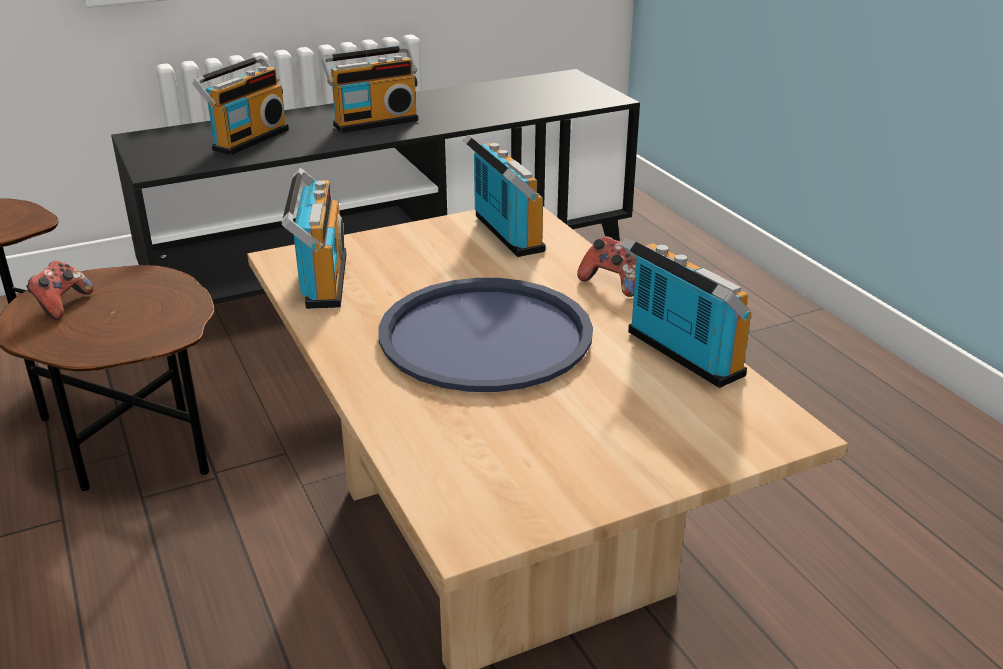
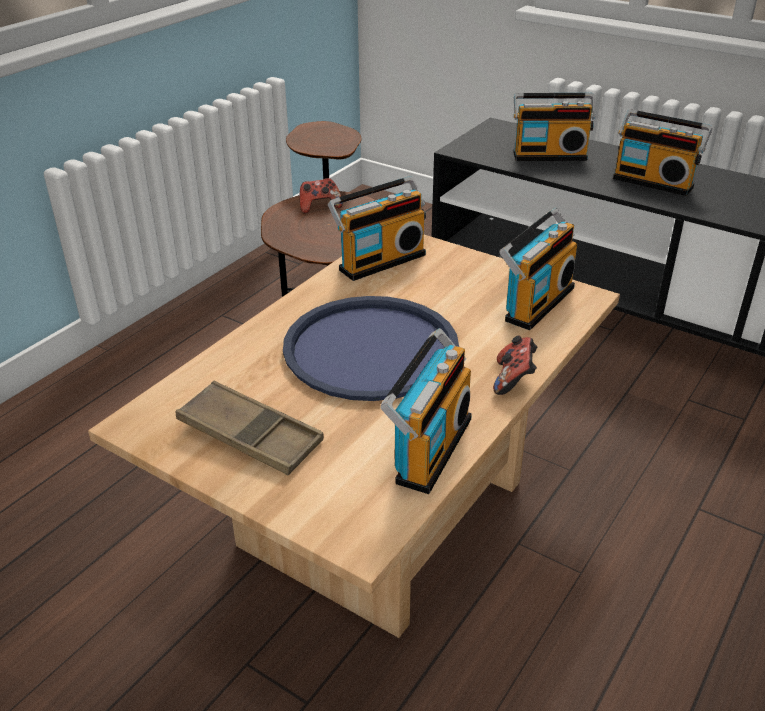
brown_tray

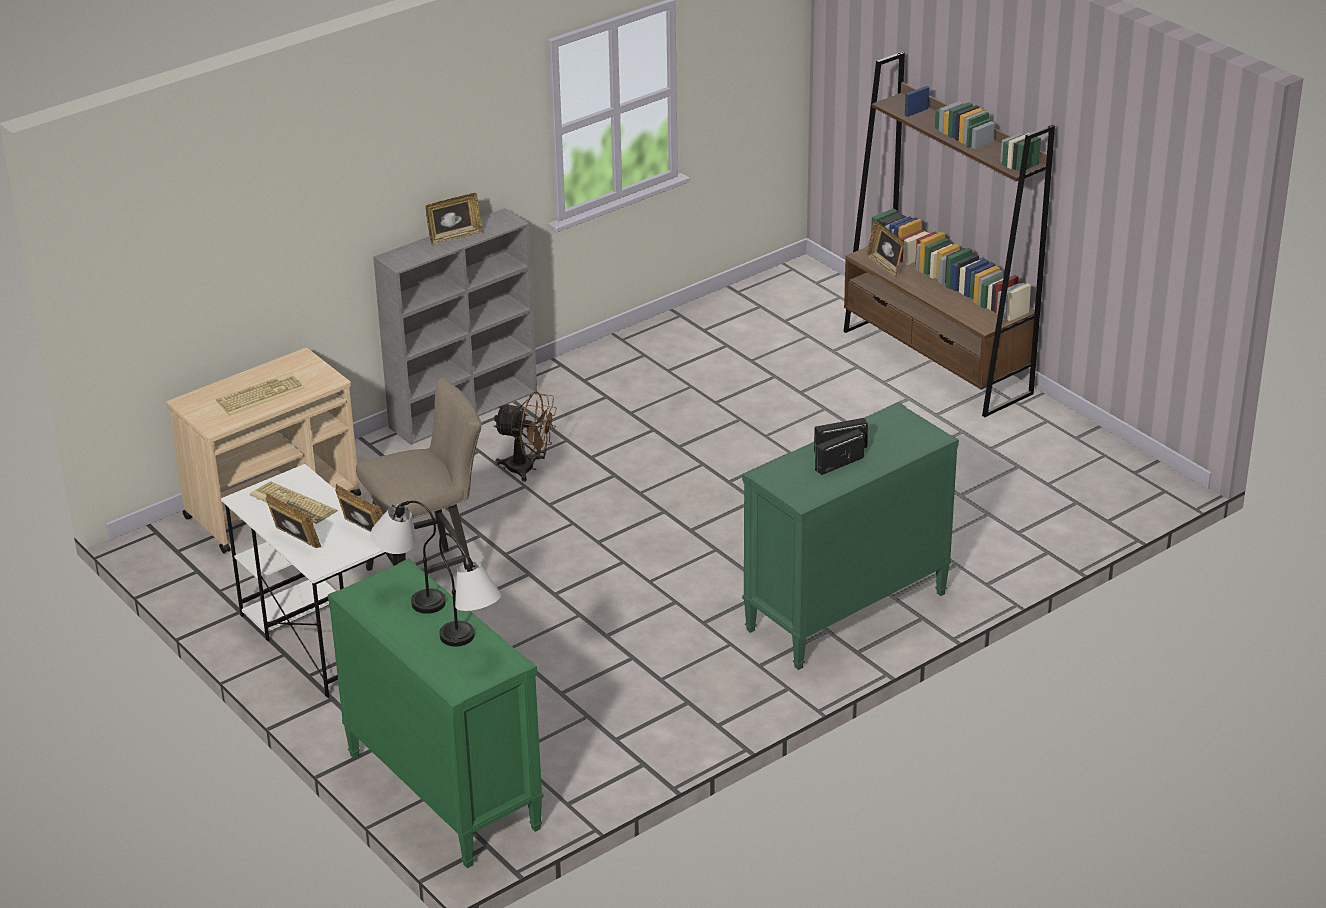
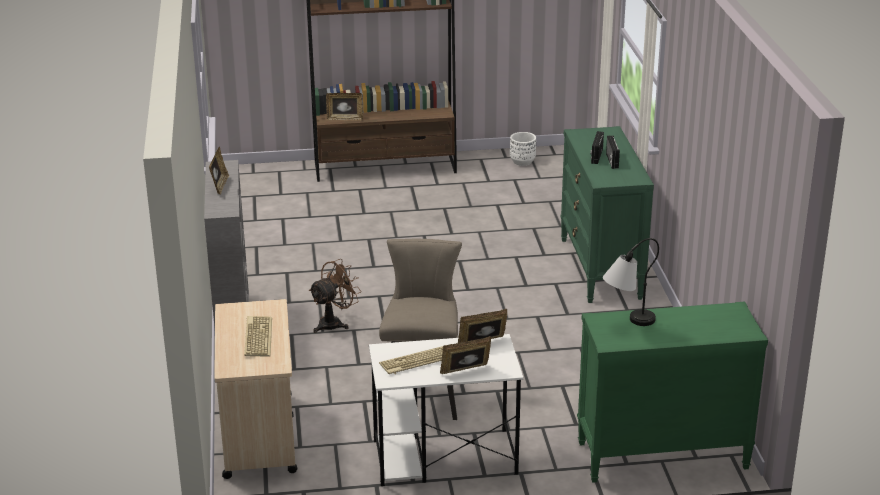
white_planter
table_lamp (no. 2 from left in the first image)

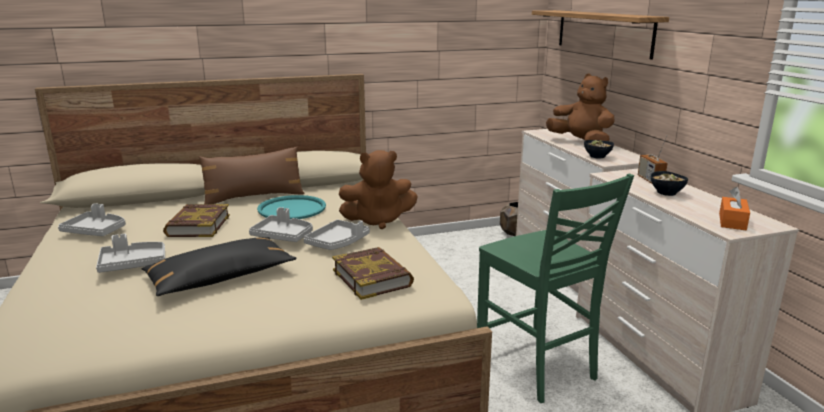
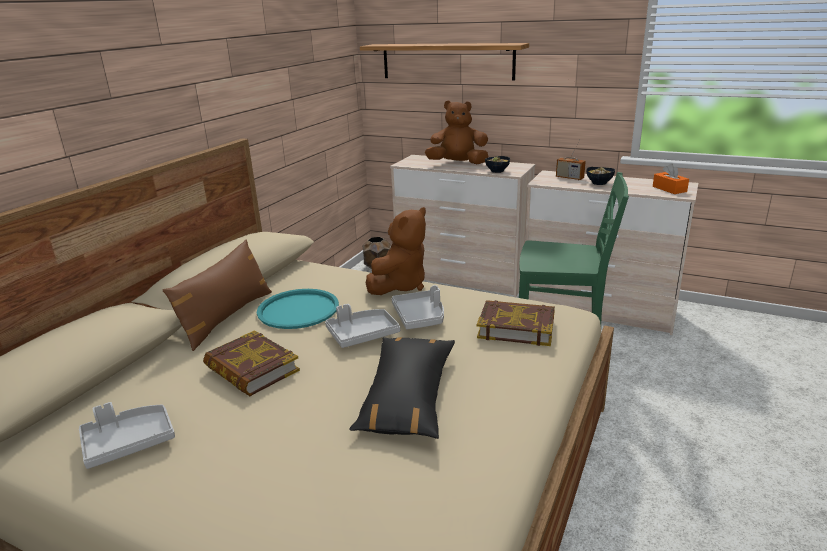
grey_tray (no. 2 from left in the first image)

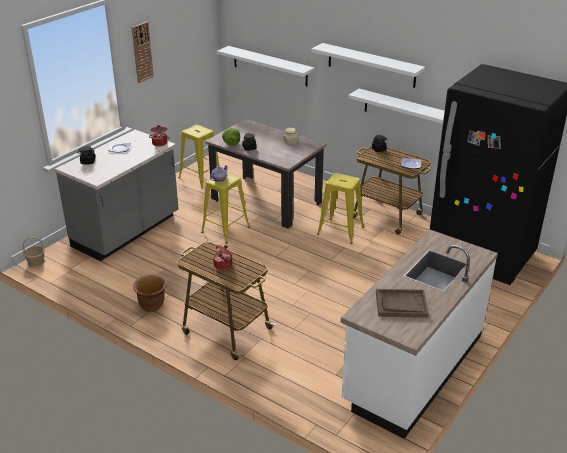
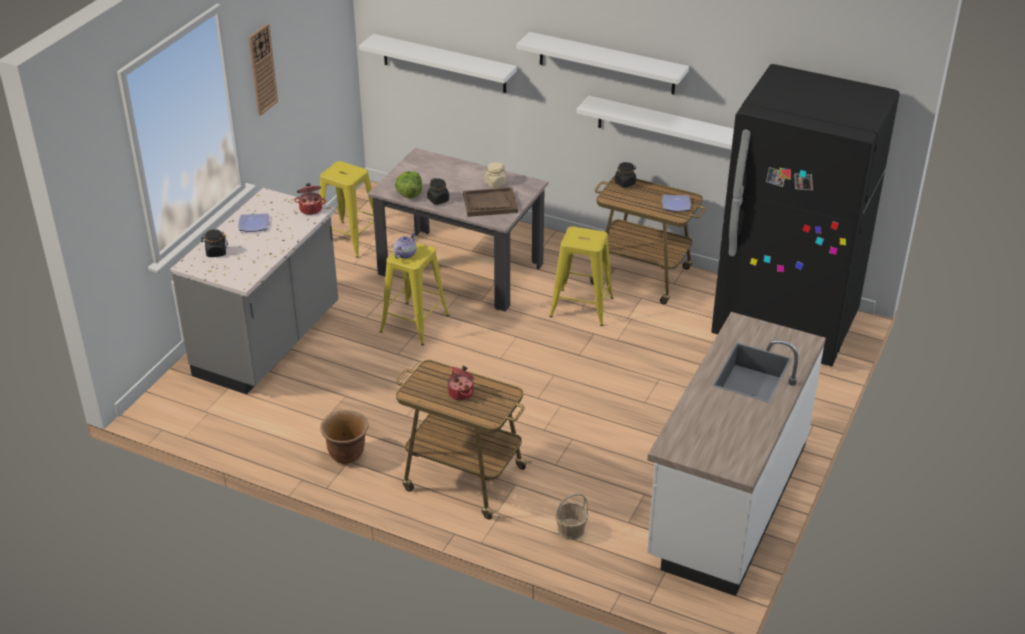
brown_tray
basket

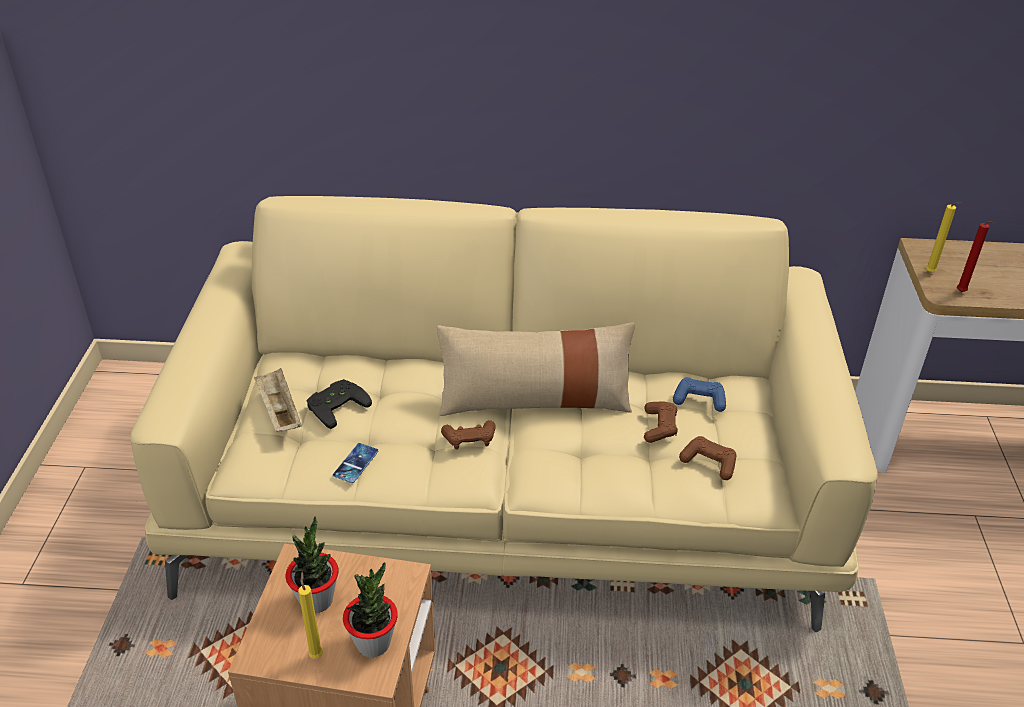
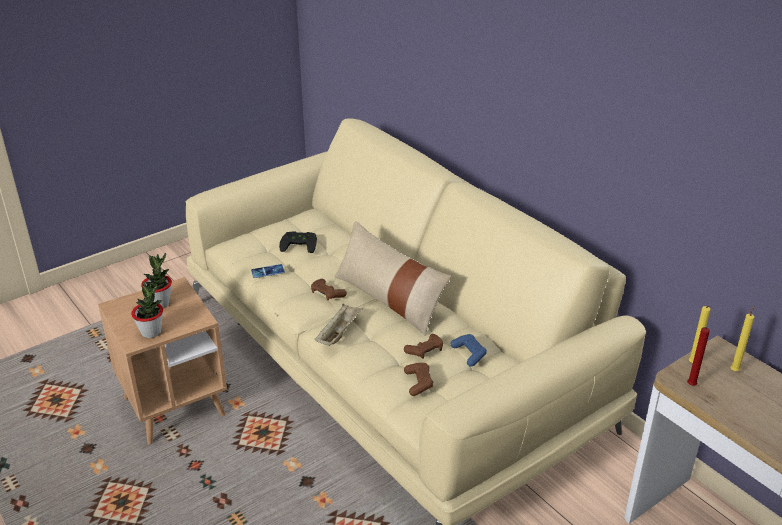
beige_tray
yellow_candle (no. 2 from left)

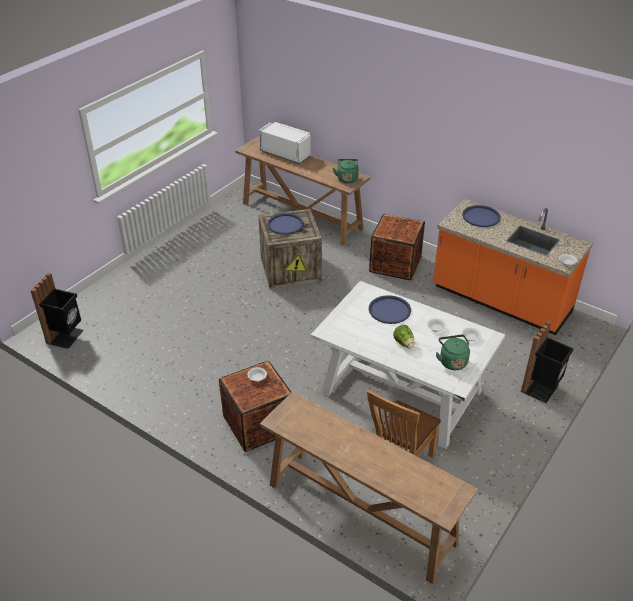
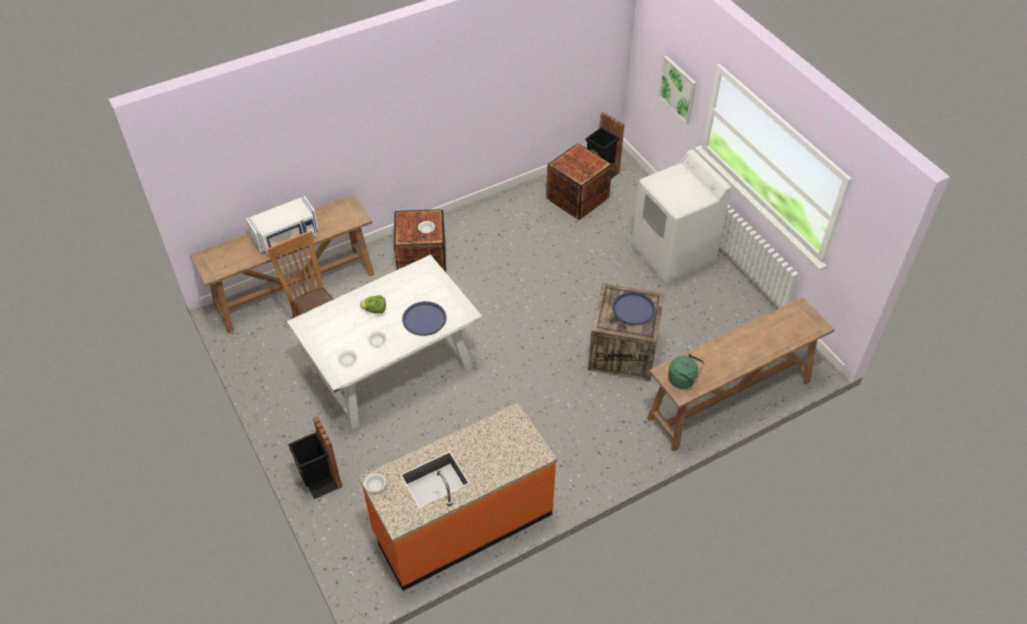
white_microwave
crate (no. 2 from left)
white_washing_machine
picture
green_kettle (no. 2 from left in the first image)
blue_tray (no. 3 from left in the first image)

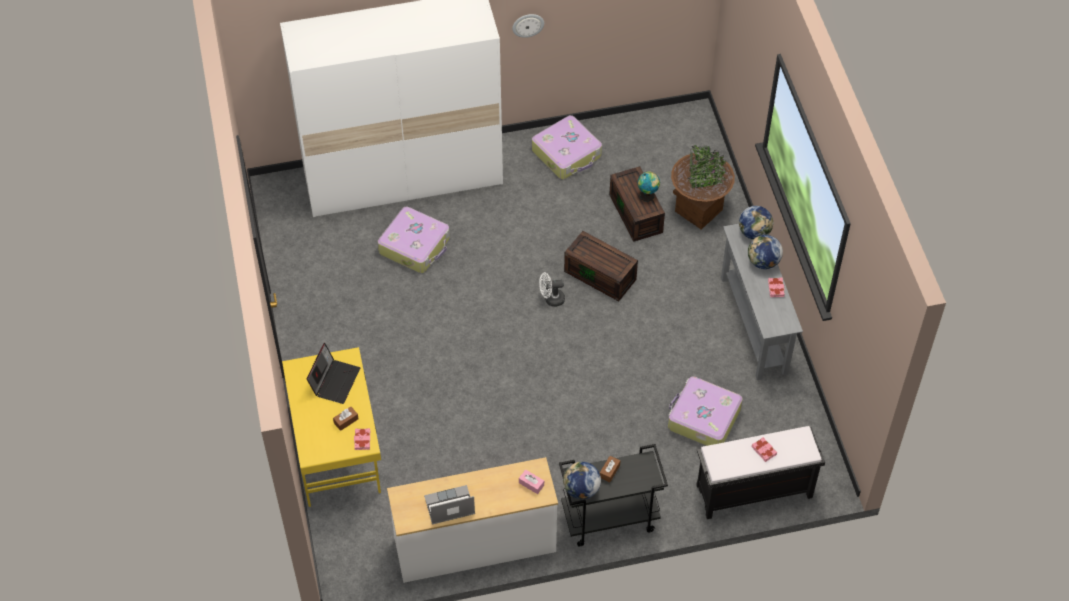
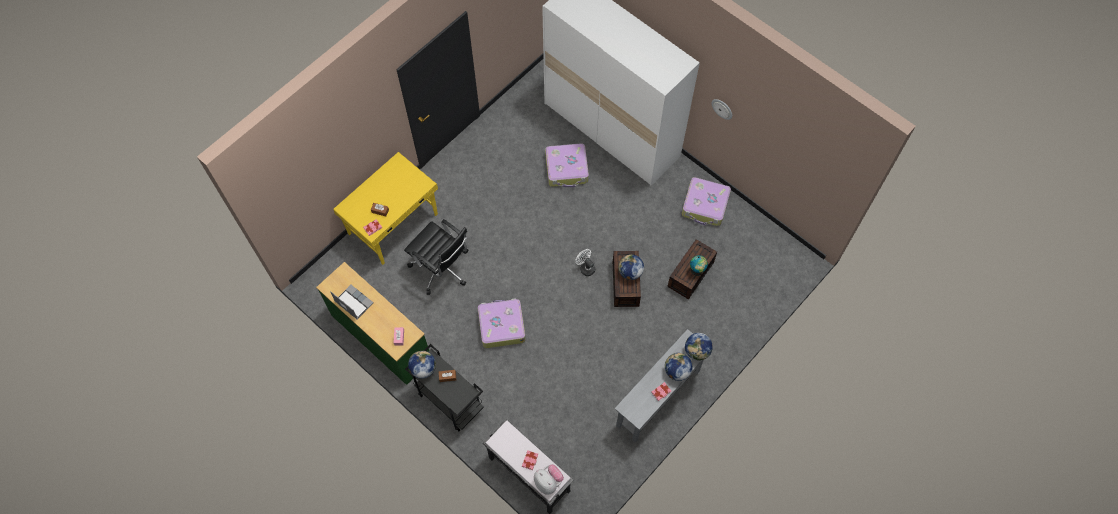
green_dresser
black_office_chair
suitcase (no. 1 from left)
plush_toy
globe (no. 2 from left)
laptop (no. 1 from left in the first image)
brown_planter

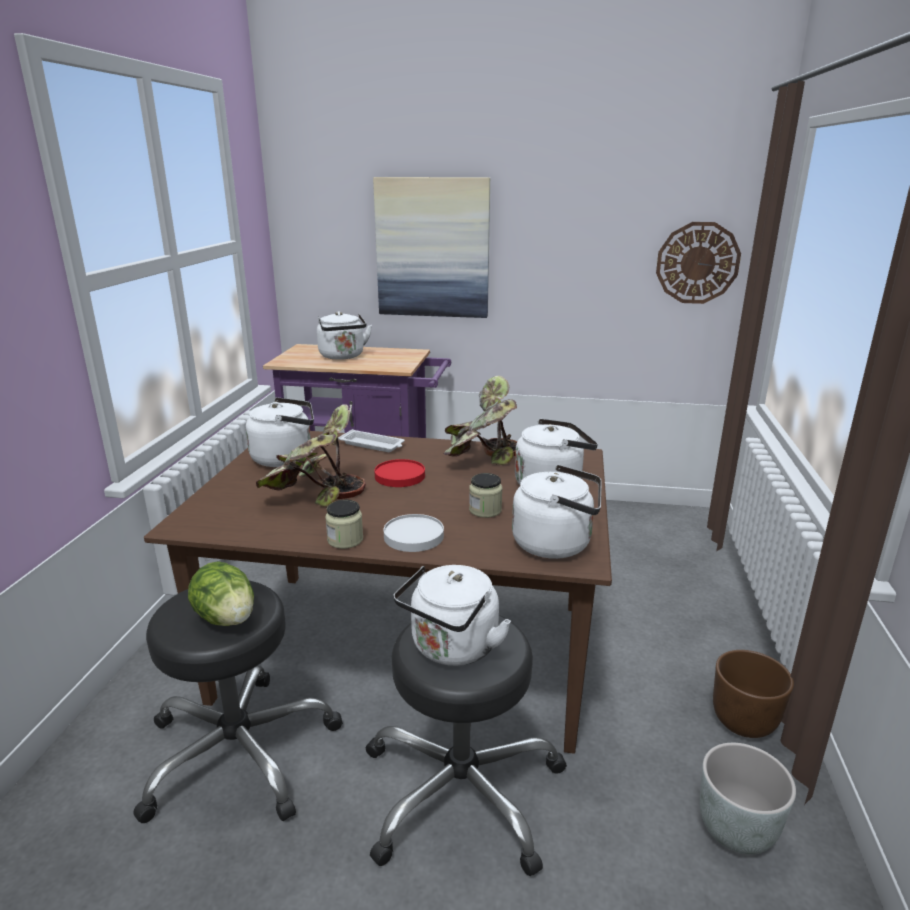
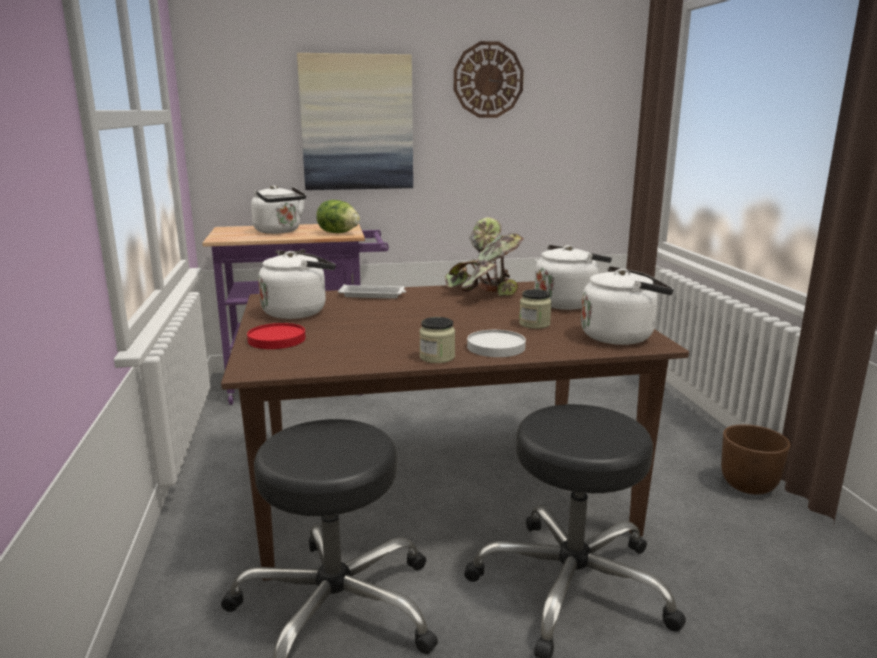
red_plate
lettuce
wall_clock
potted_plant (no. 1 from left in the first image)
white_kettle (no. 3 from left in the first image)
grey_planter

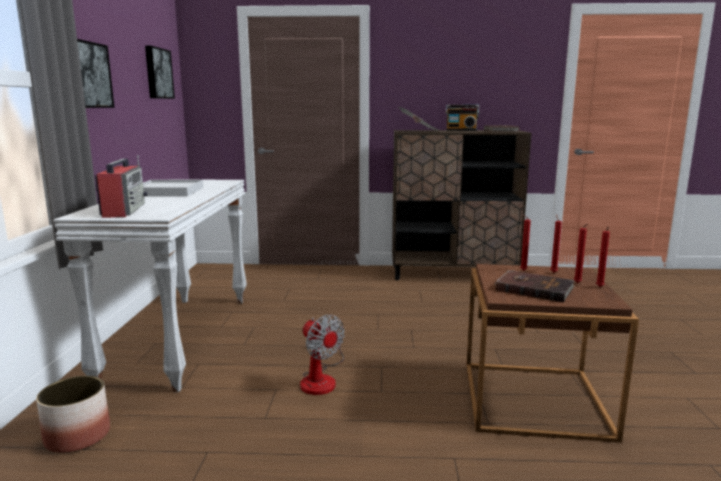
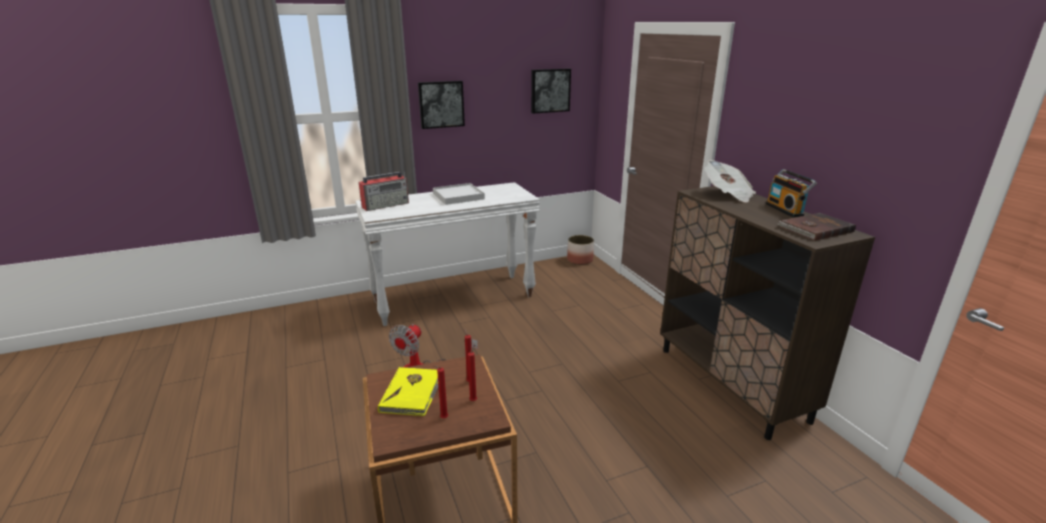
yellow_book
planter
red_candle (no. 4 from left in the first image)

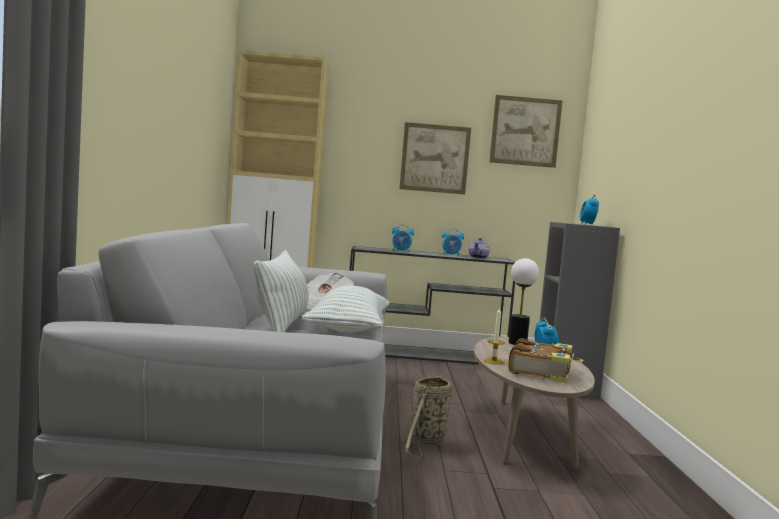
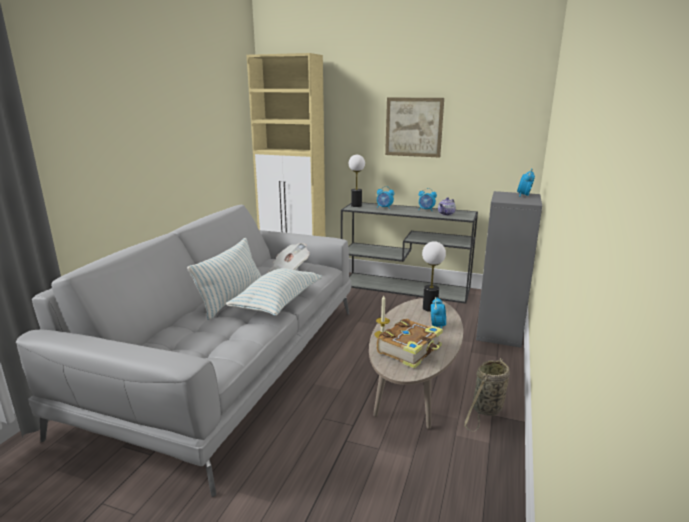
table_lamp (no. 1 from left)
basket
picture (no. 2 from left in the first image)

